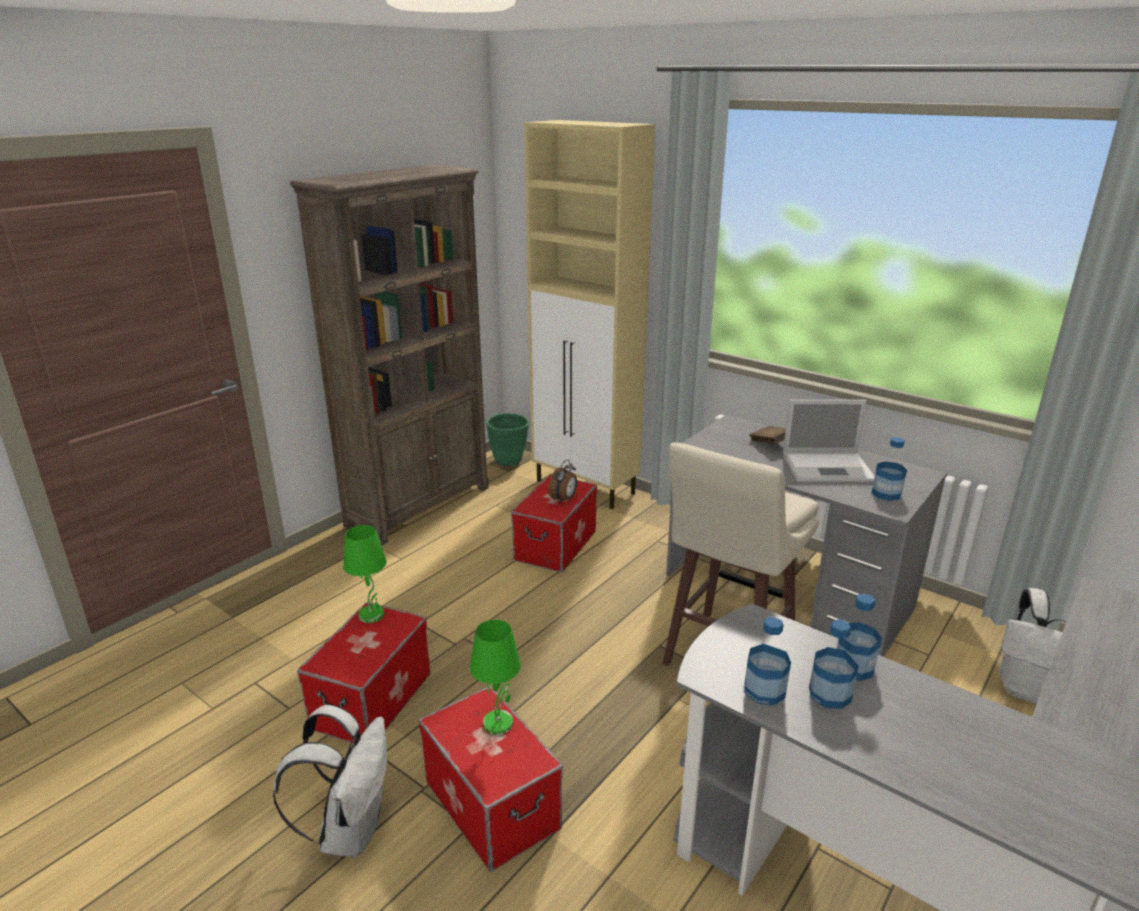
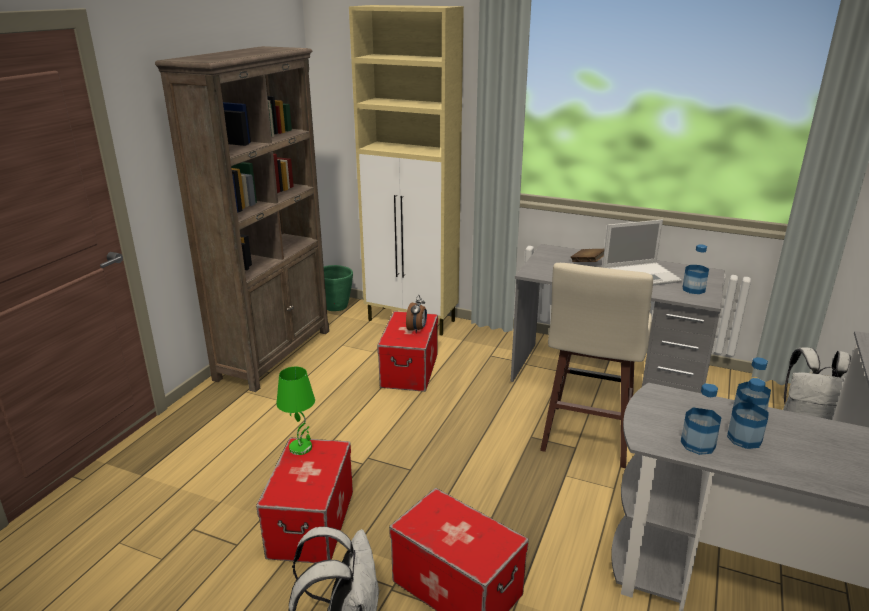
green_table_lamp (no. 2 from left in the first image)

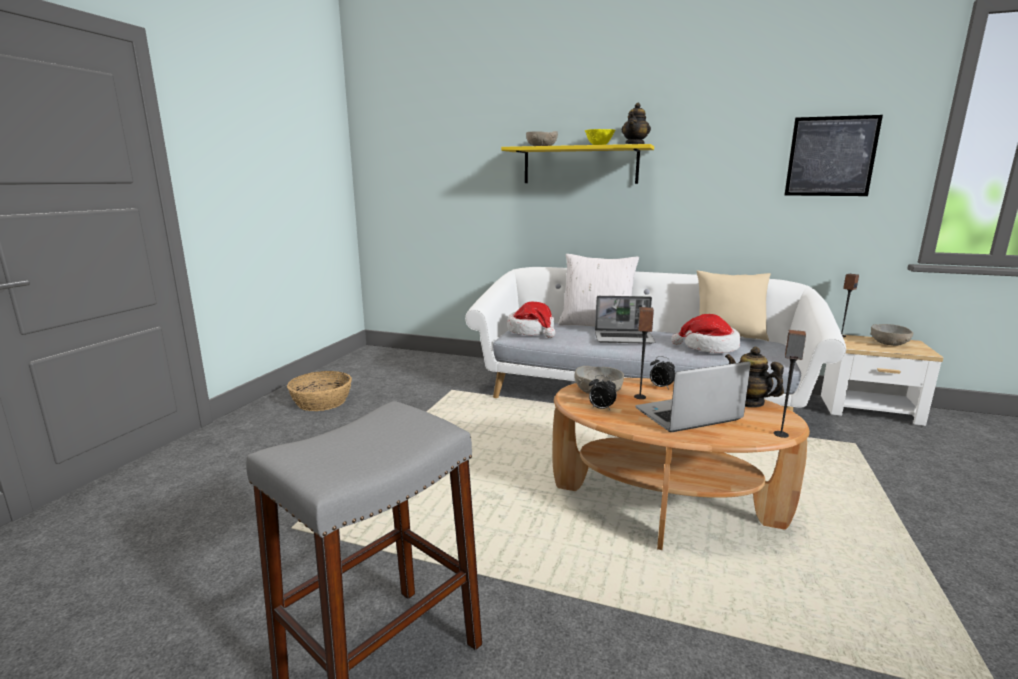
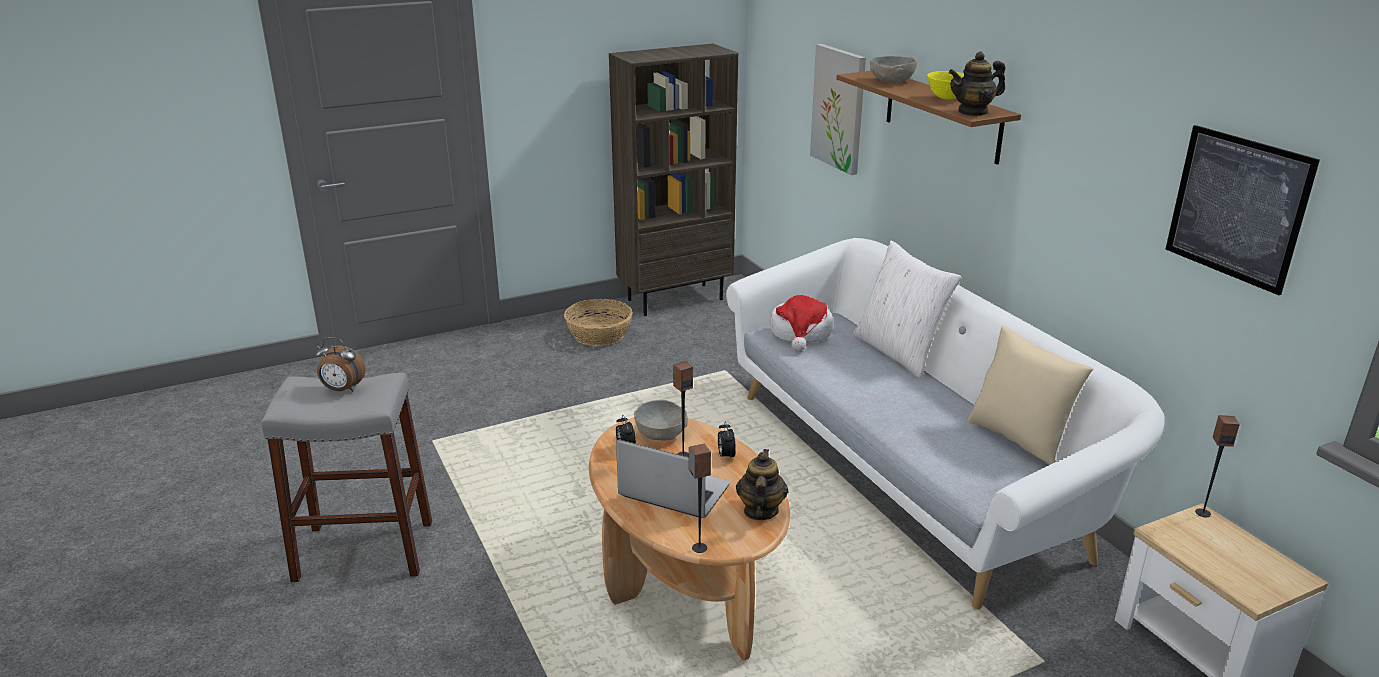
alarm_clock (no. 1 from left)
brown_bookcase
picture (no. 1 from left)
brown_shelf
laptop (no. 1 from left in the first image)
hat (no. 2 from left in the first image)
grey_bowl (no. 3 from left in the first image)

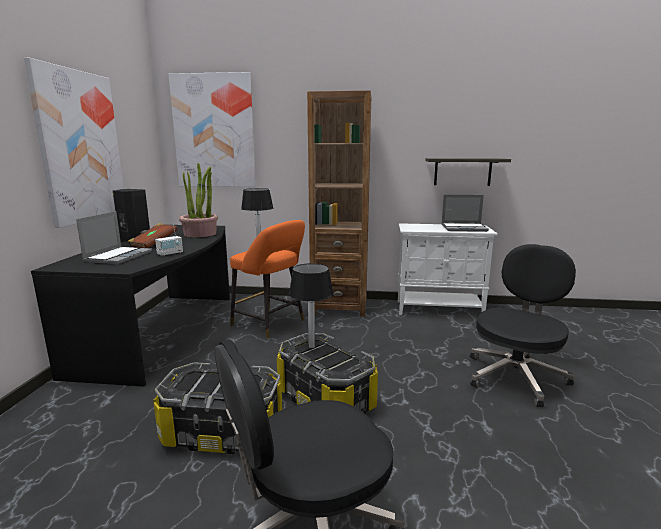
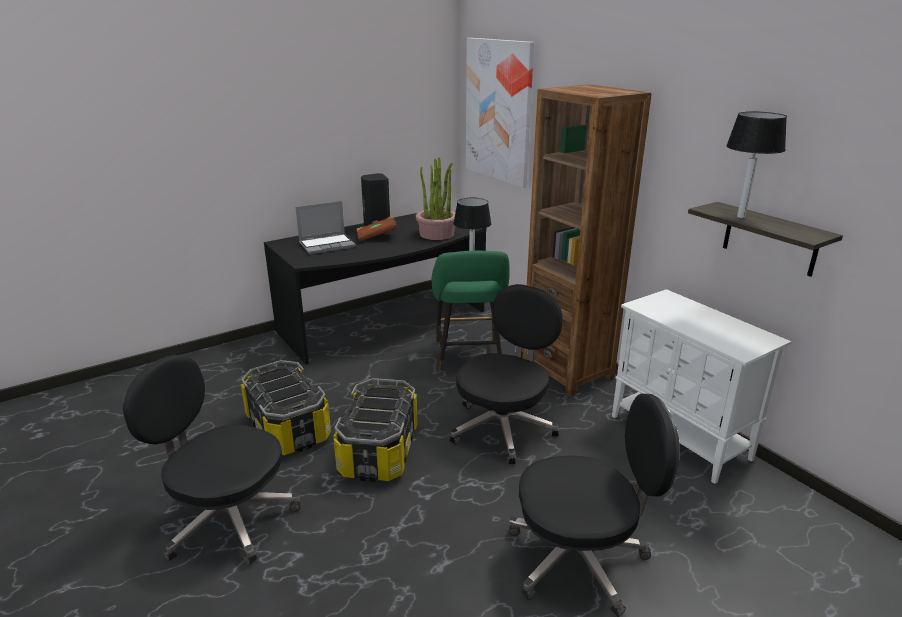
green_stool
black_office_chair (no. 2 from left)
table_lamp (no. 2 from left)
picture (no. 1 from left in the first image)
radio
laptop (no. 2 from left in the first image)

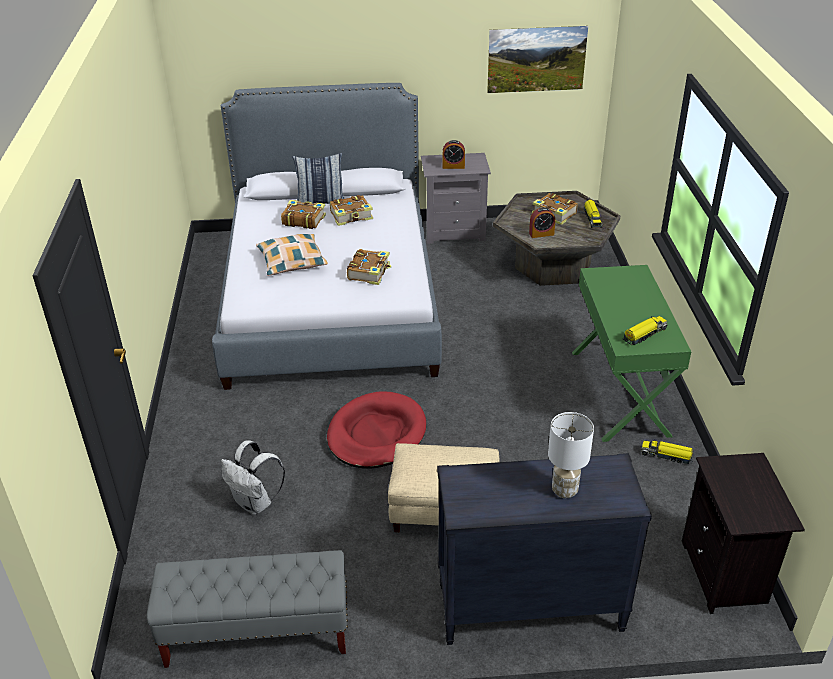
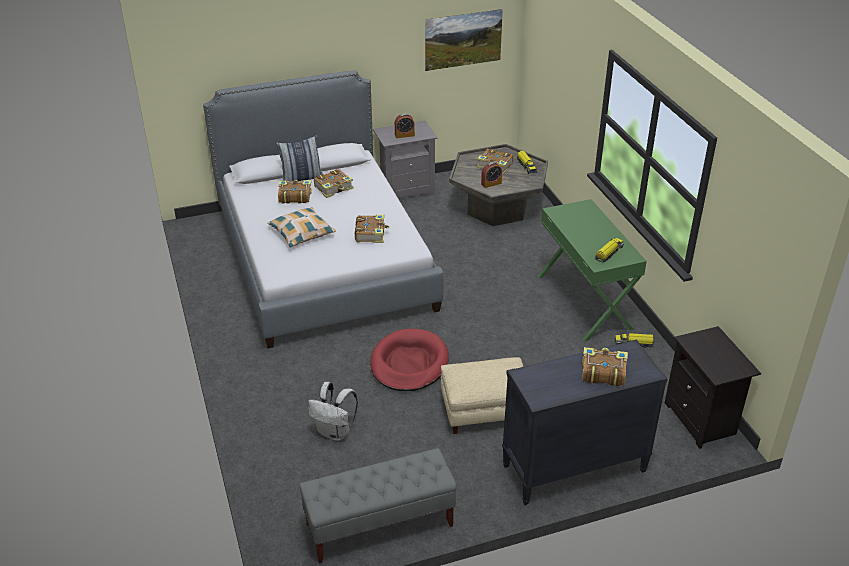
book (no. 5 from left)

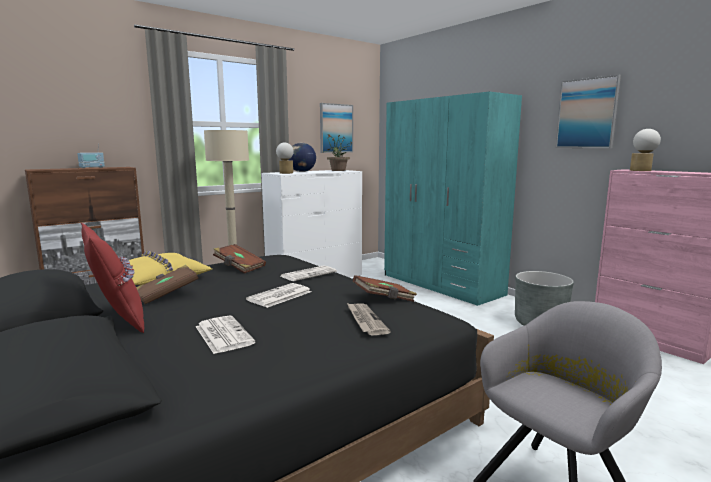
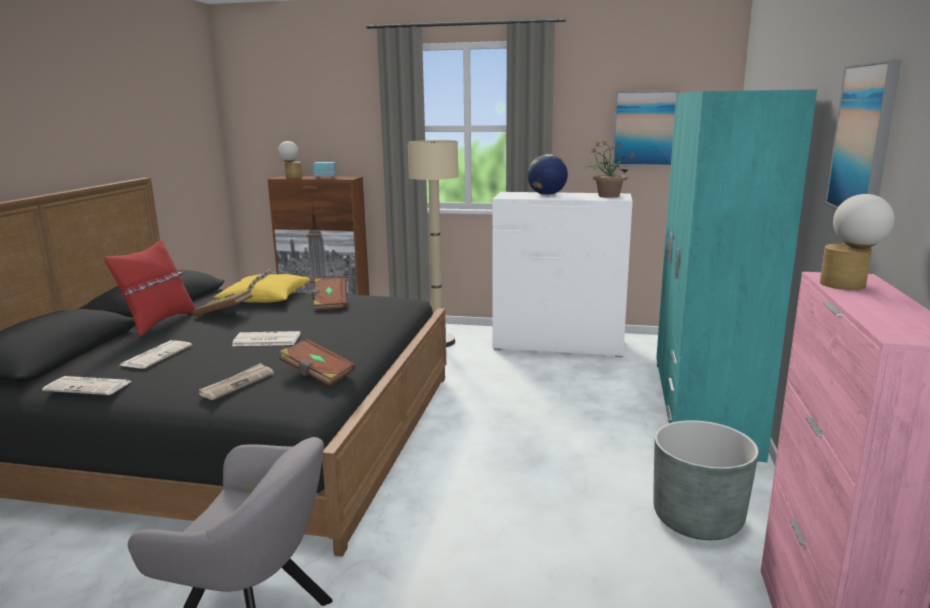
newspaper (no. 1 from left)
table_lamp (no. 1 from left)

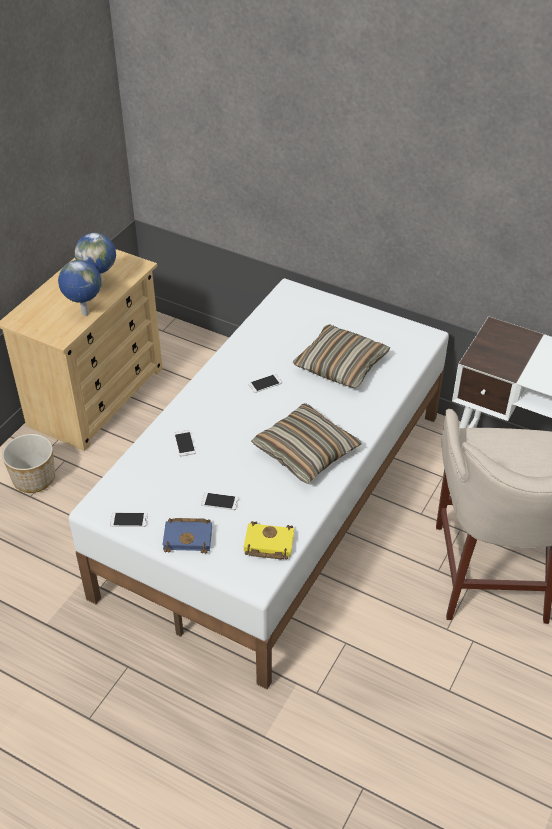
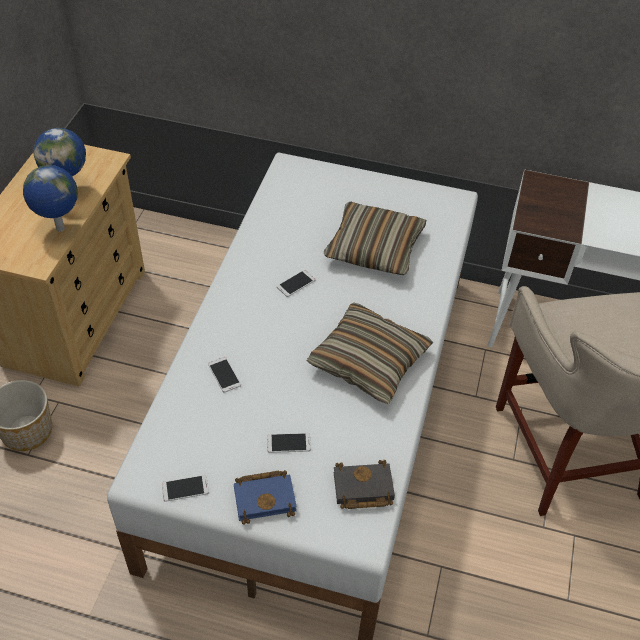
black_book

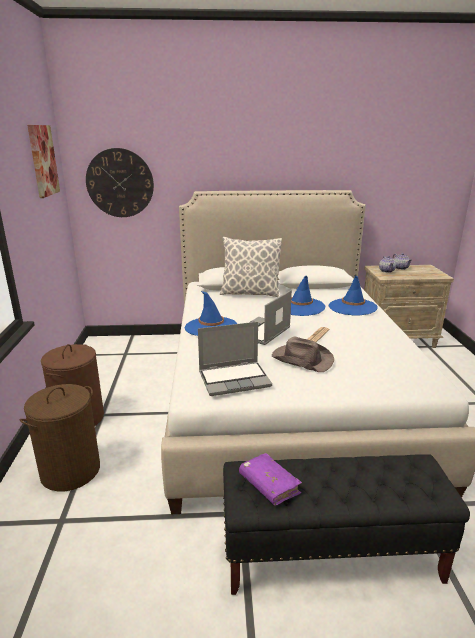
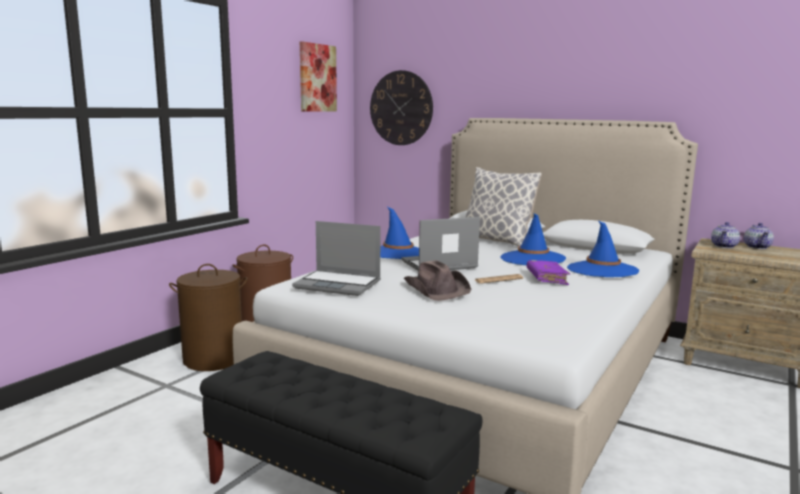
purple_book

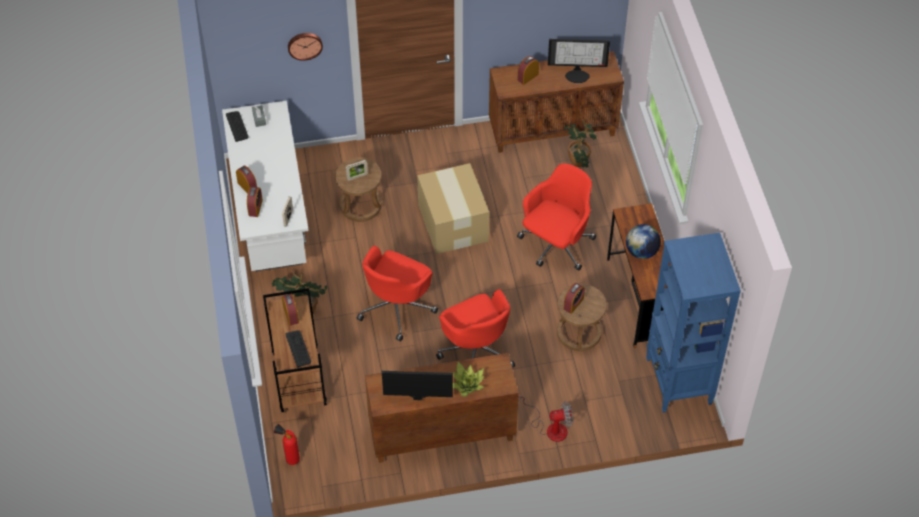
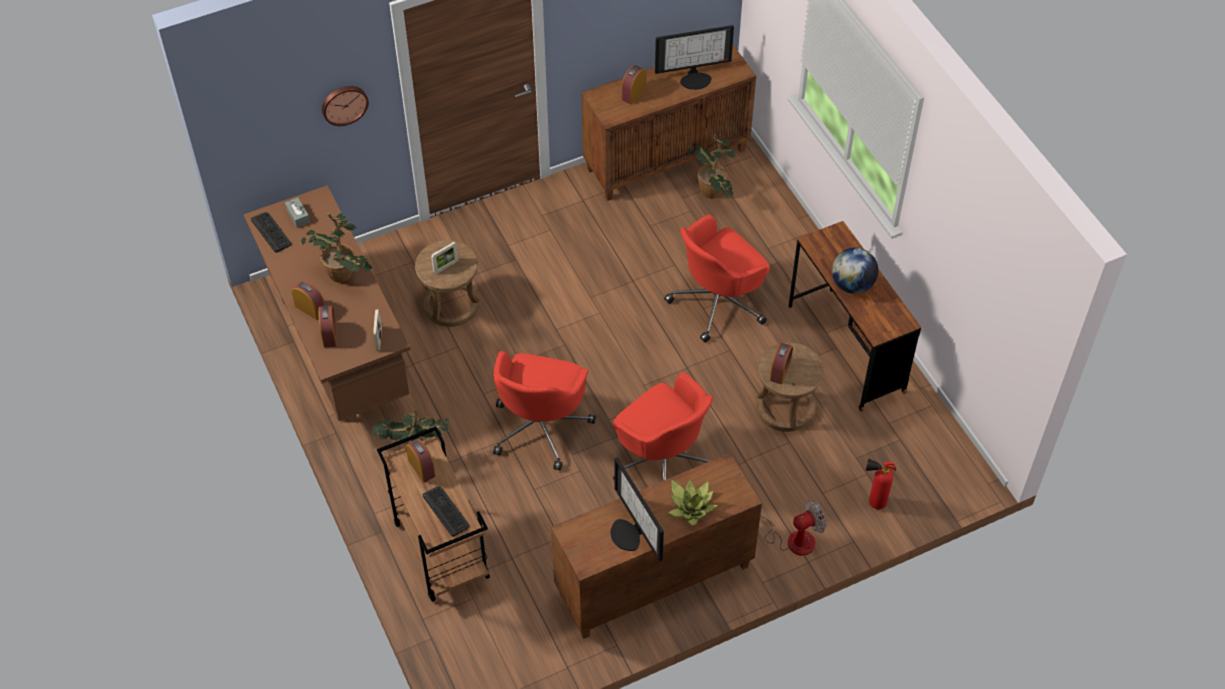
brown_desk (no. 1 from left)
potted_plant (no. 1 from left)
monitor (no. 1 from left)
red_office_chair (no. 3 from left)
fire_extinguisher
cardboard_box
blue_bookcase

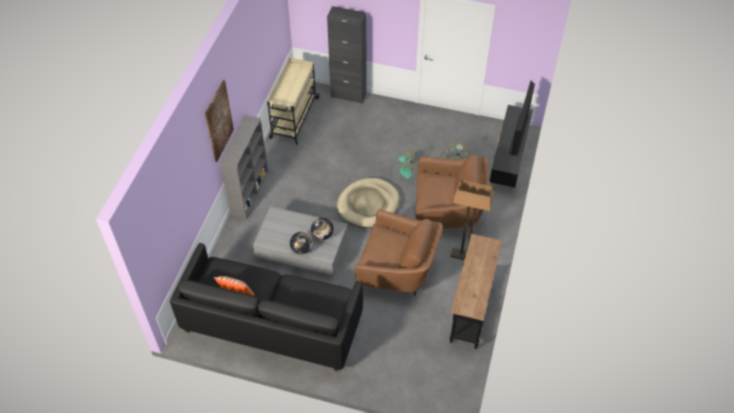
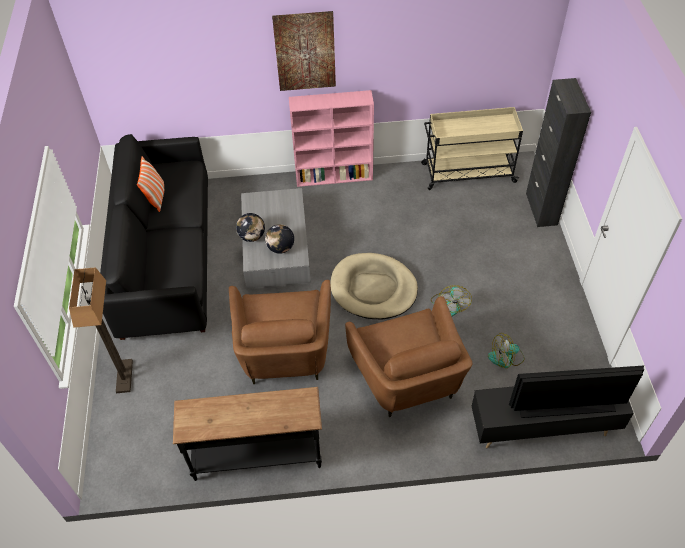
floor_lamp
pink_bookcase

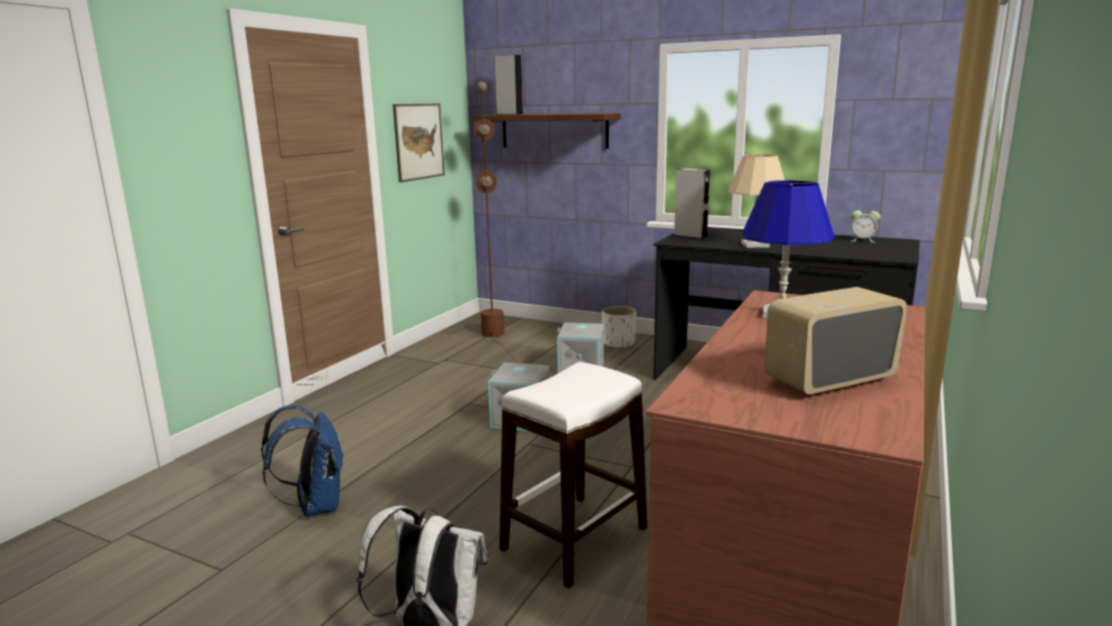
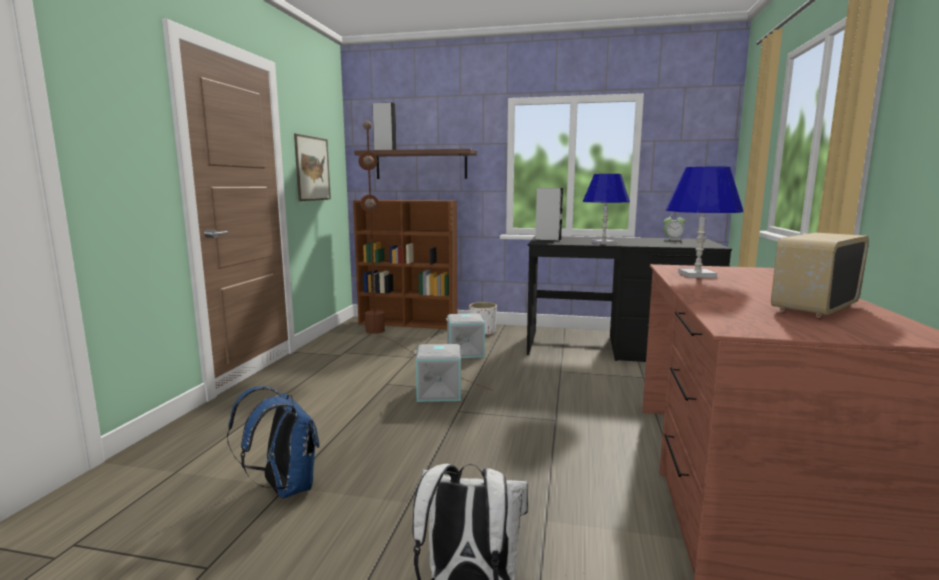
brown_bookcase
blue_table_lamp (no. 1 from left)
white_stool

